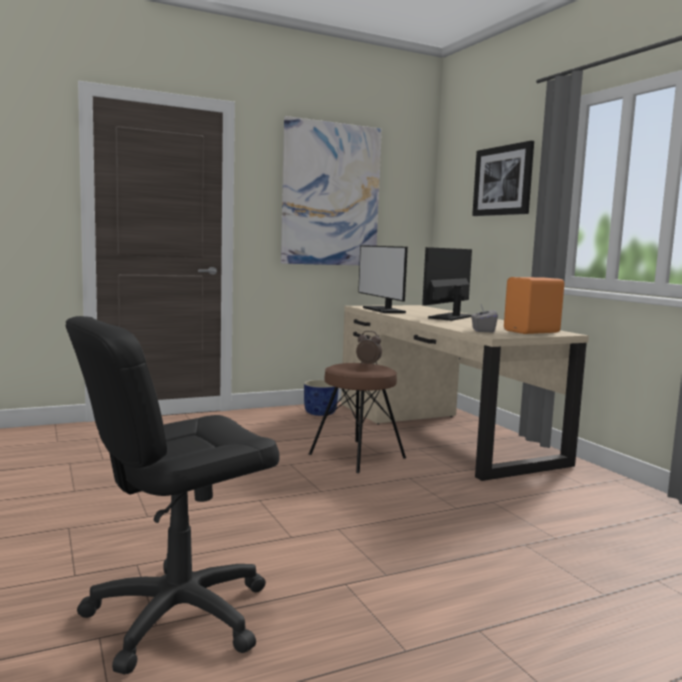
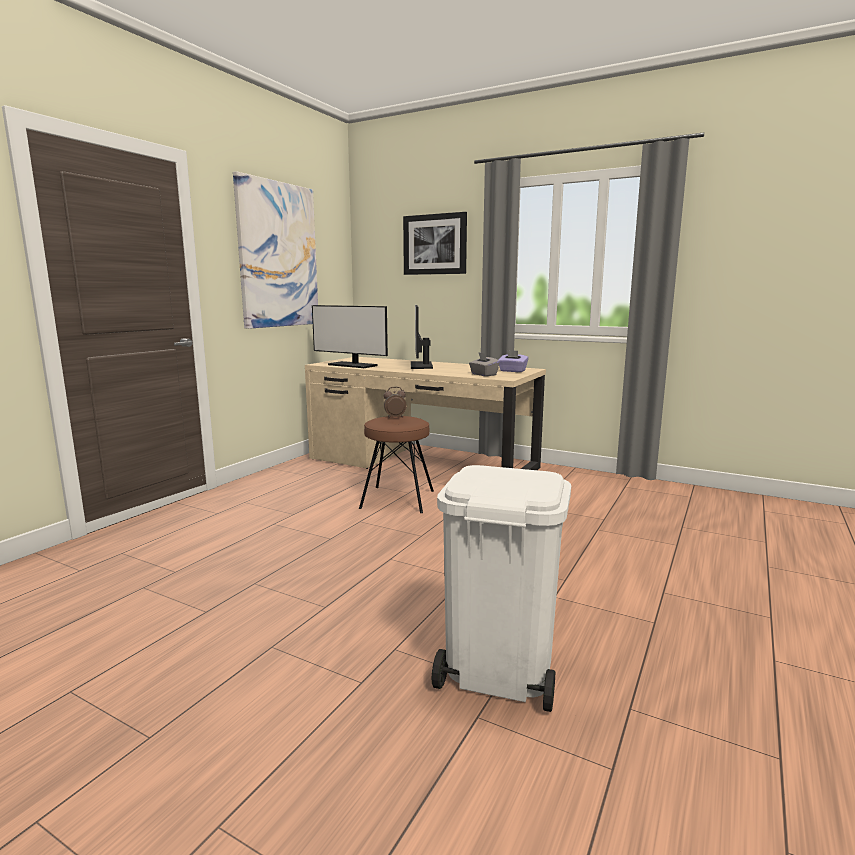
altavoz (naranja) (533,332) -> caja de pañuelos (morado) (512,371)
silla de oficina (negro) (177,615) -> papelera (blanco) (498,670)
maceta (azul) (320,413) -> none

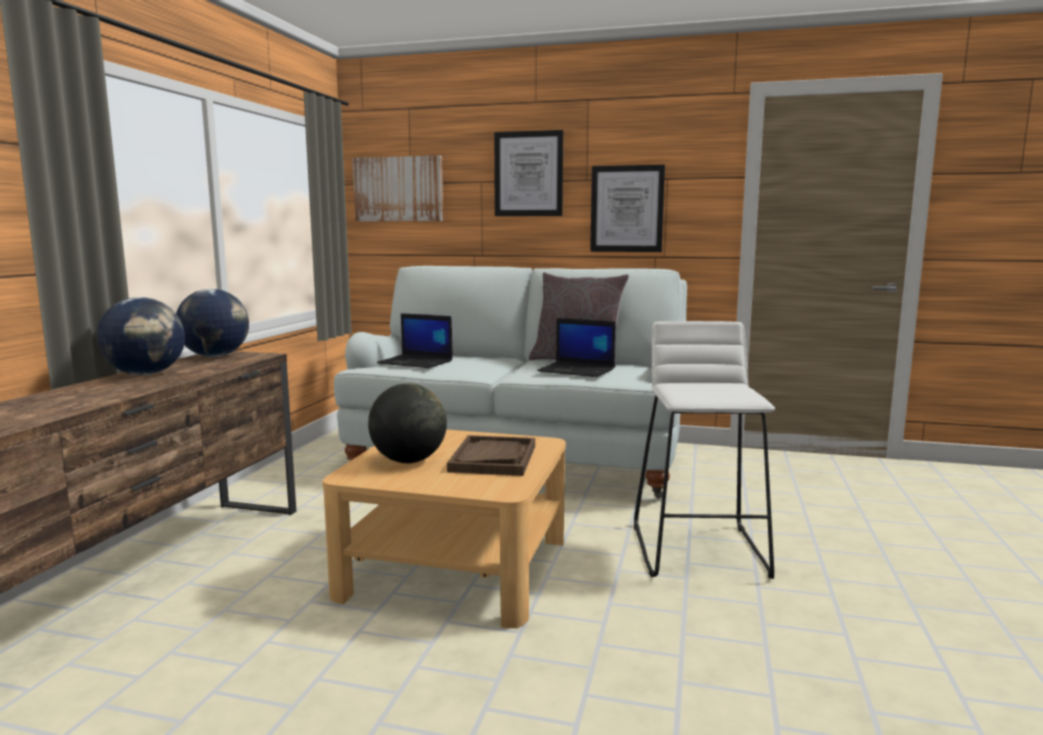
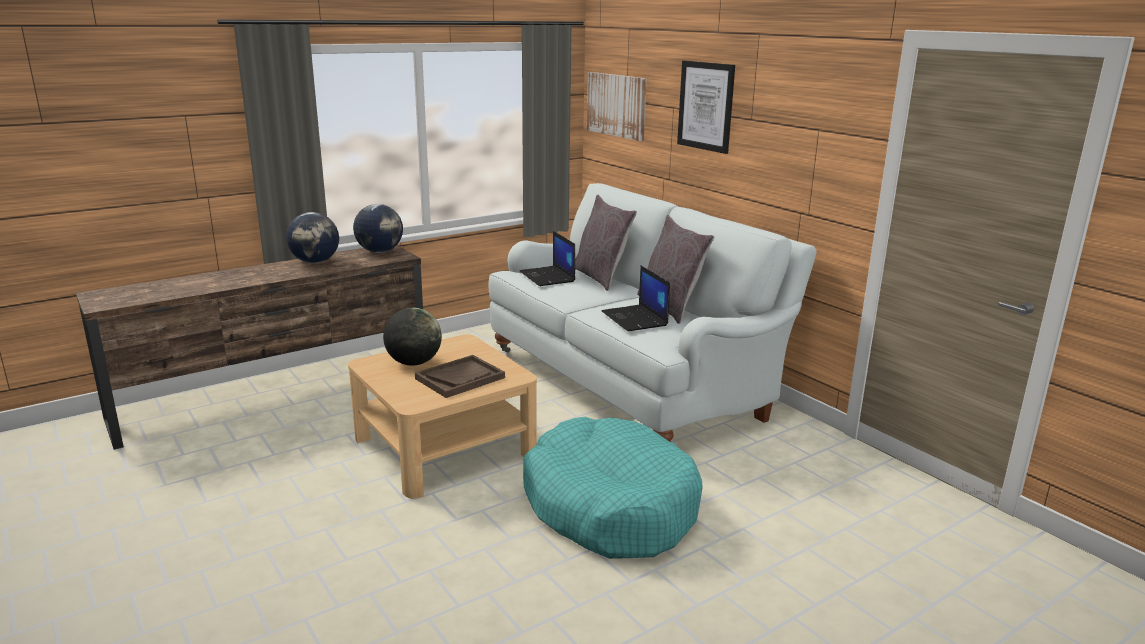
cuadro (627,209) -> none
taburete (blanco) (700,550) -> cama para perro (turquesa) (610,506)
none -> cojín (gris) (601,277)

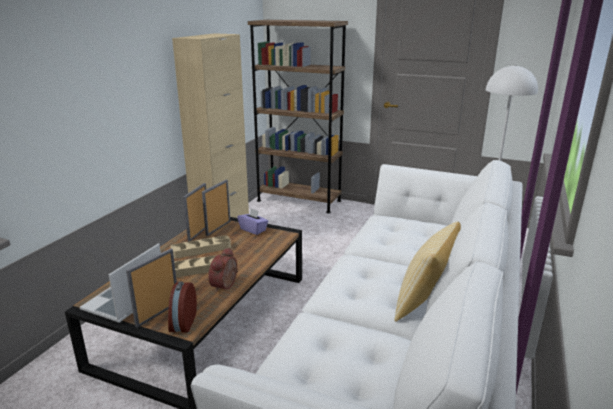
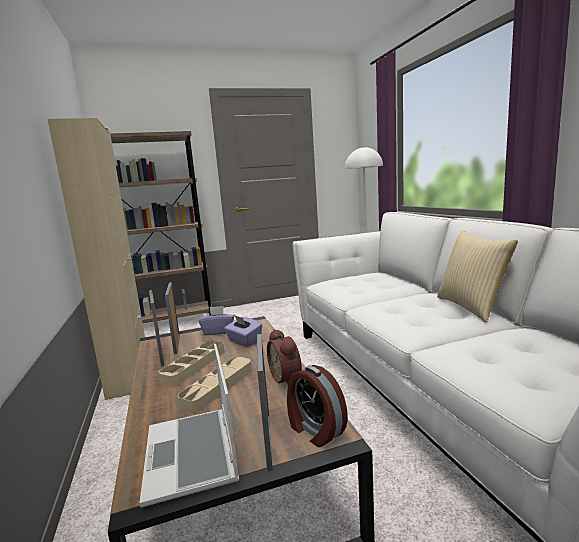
none -> caja de pañuelos (morado) (244,341)

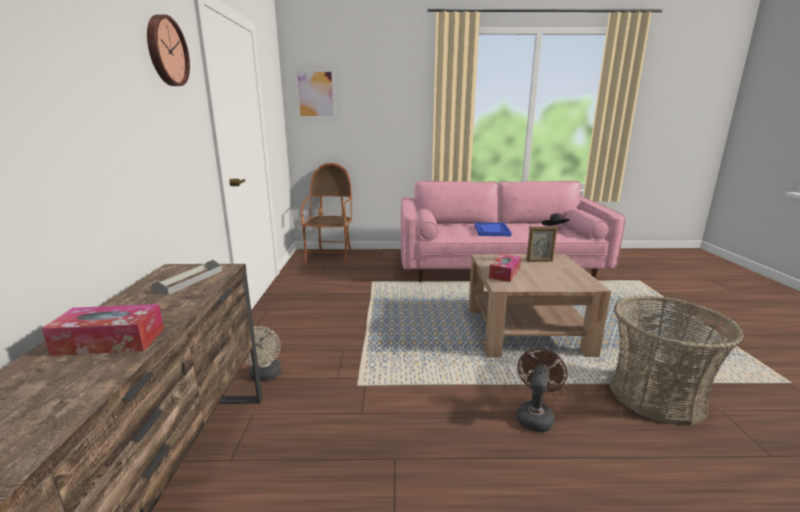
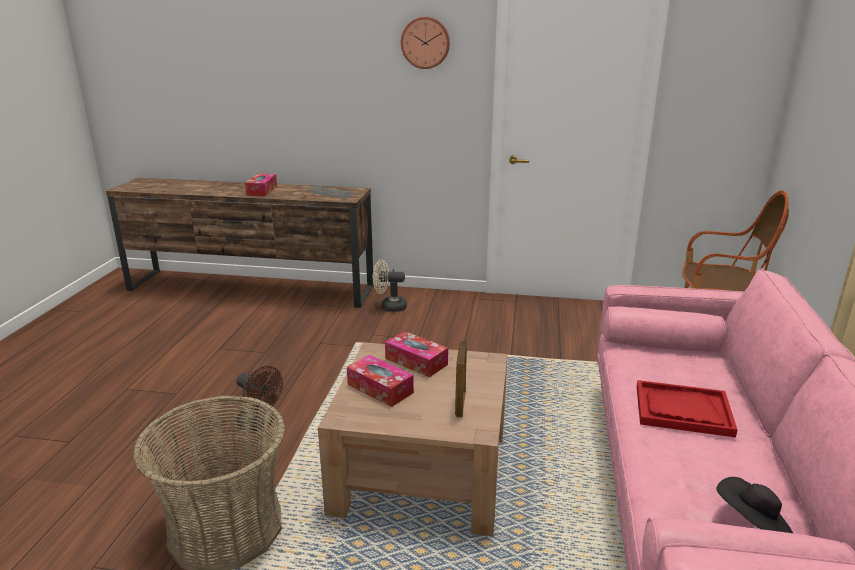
cuadro (315,94) -> none
bandeja (azul) (492,230) -> bandeja (rojo) (682,410)
none -> caja de pañuelos (380,388)

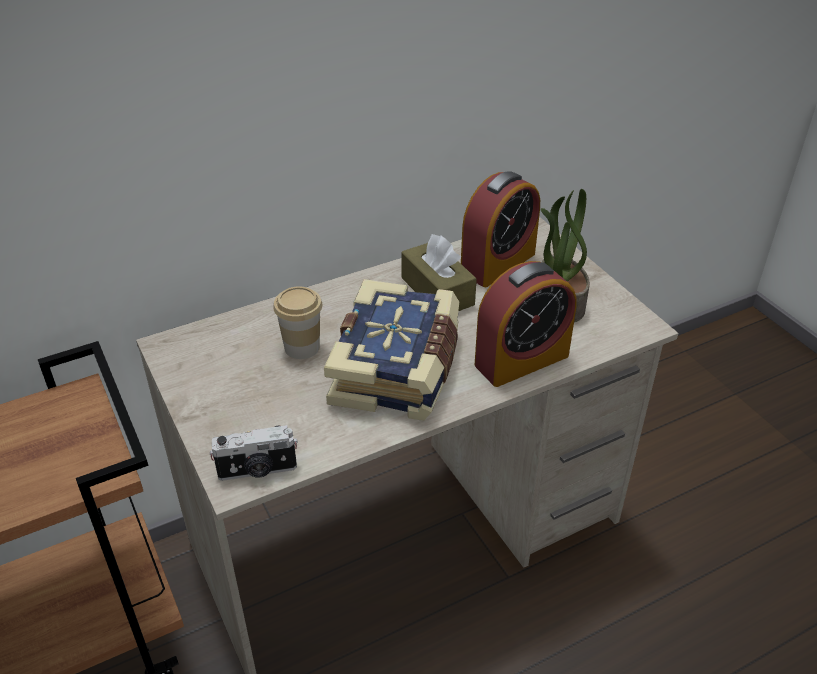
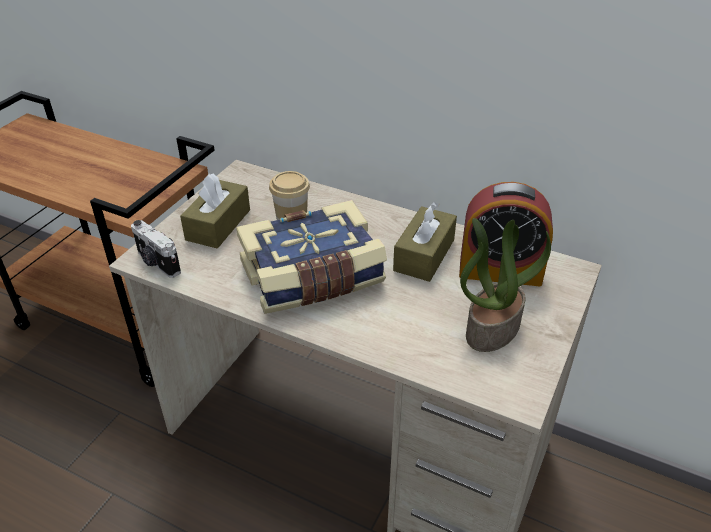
despertador (521,360) -> none
none -> caja de pañuelos (marrón) (218,225)

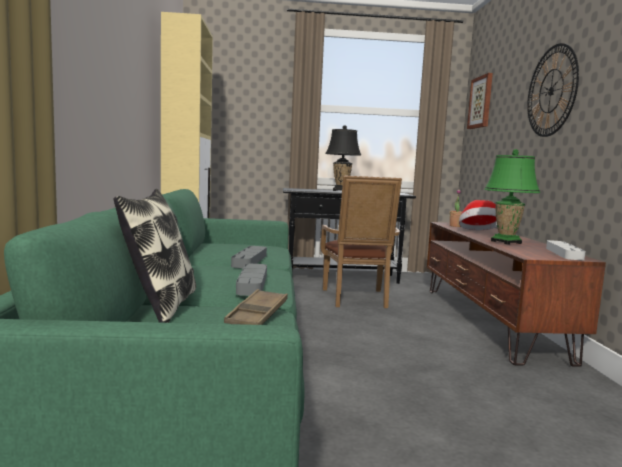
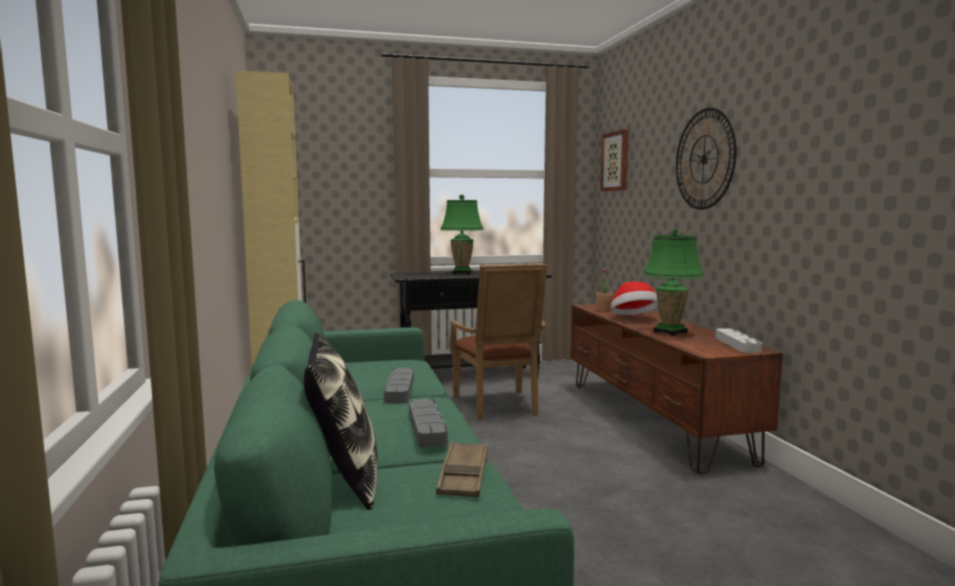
lámpara de mesa (negro) (341,190) -> lámpara de mesa (verde) (461,273)

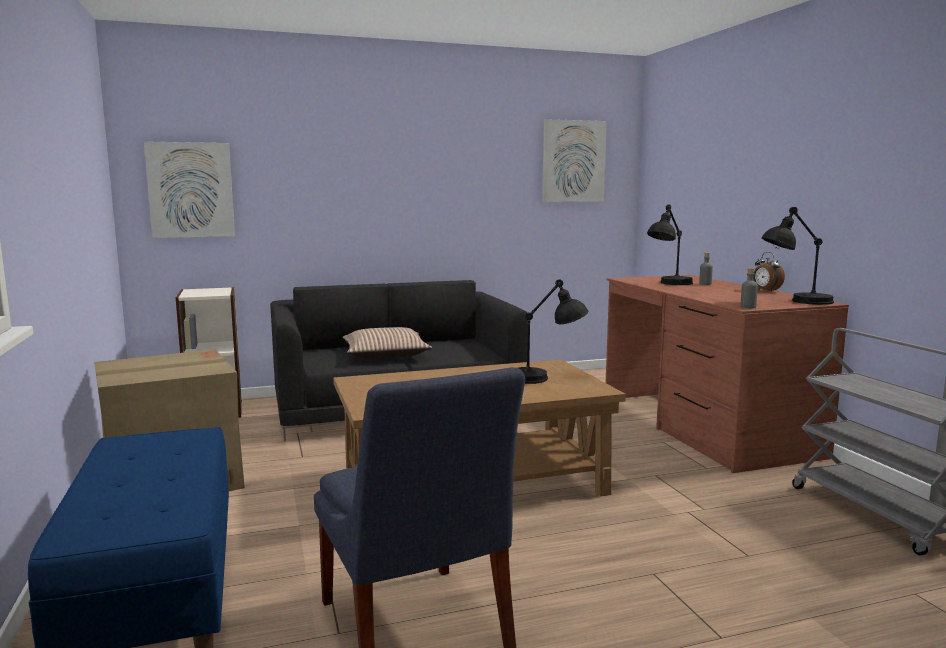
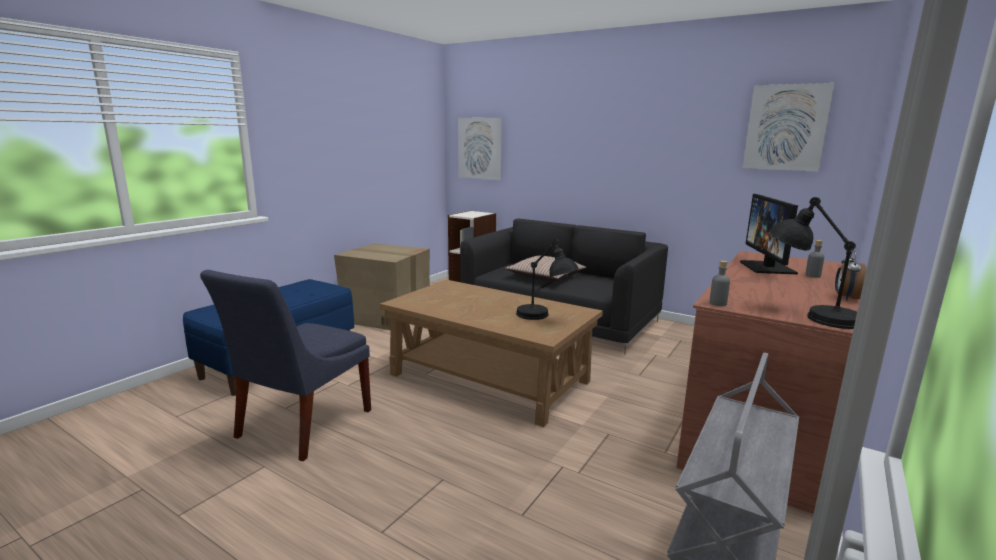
lámpara de mesa (negro) (669,284) -> monitor (767,268)

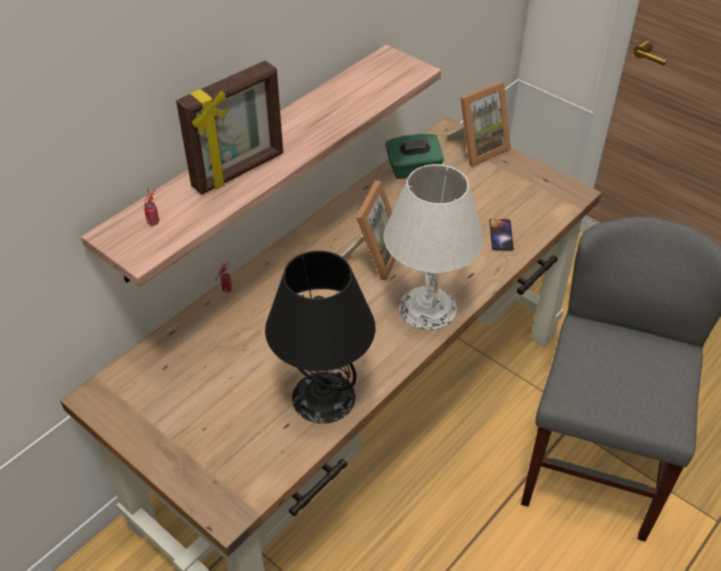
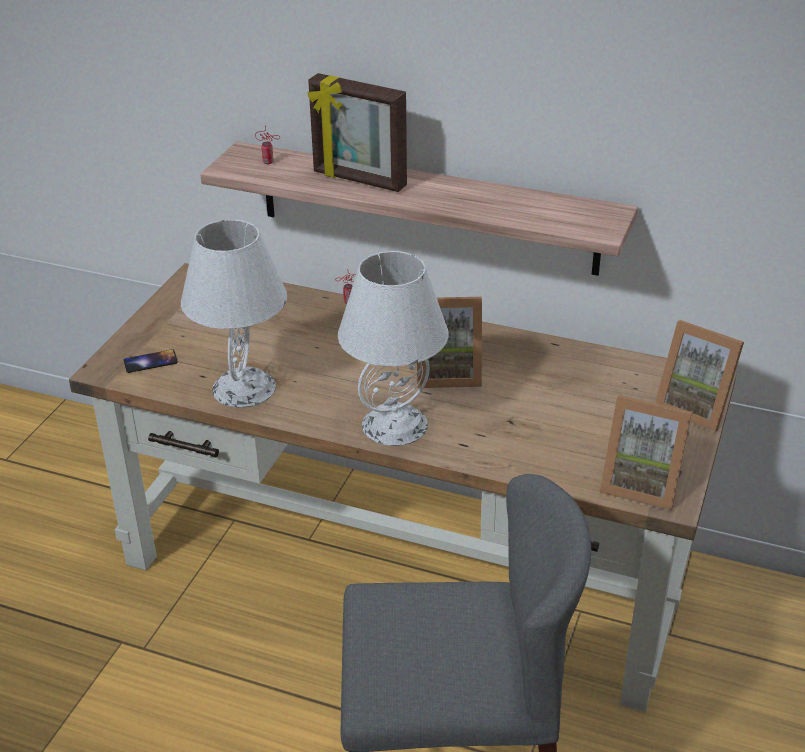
caja de pañuelos (verde) (413,169) -> none
móvil (501,235) -> móvil (150,361), shifted
lámpara de mesa (negro) (322,397) -> lámpara de mesa (blanco) (243,387)
none -> portarretratos (641,484)

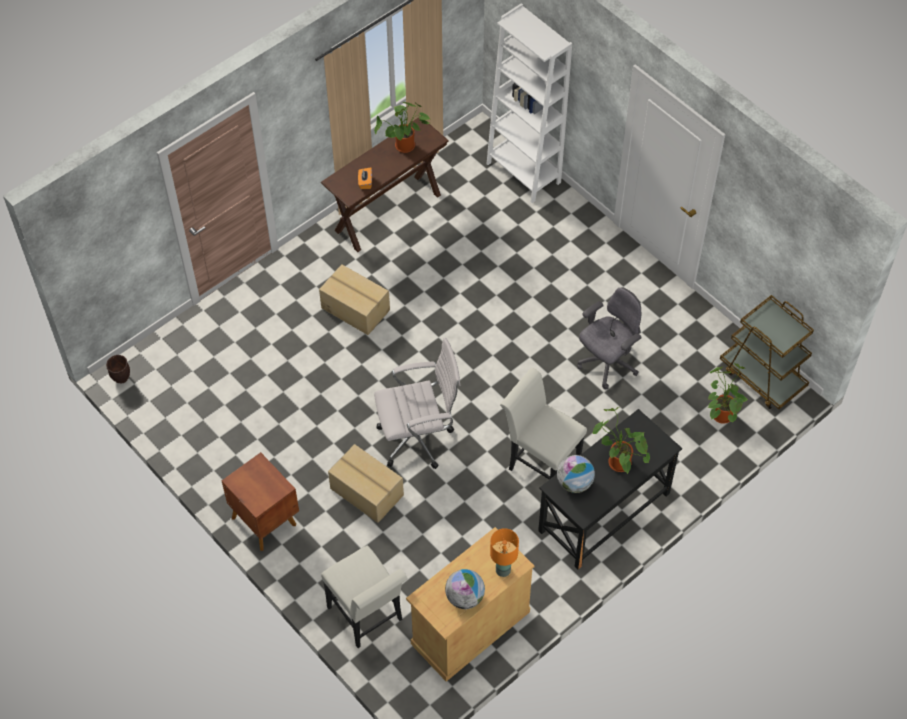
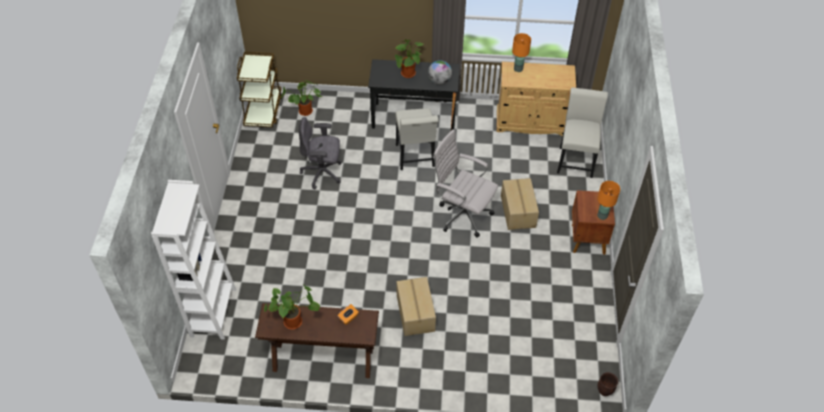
globo terráqueo (465,597) -> none
none -> lámpara de mesa (naranja) (602,215)

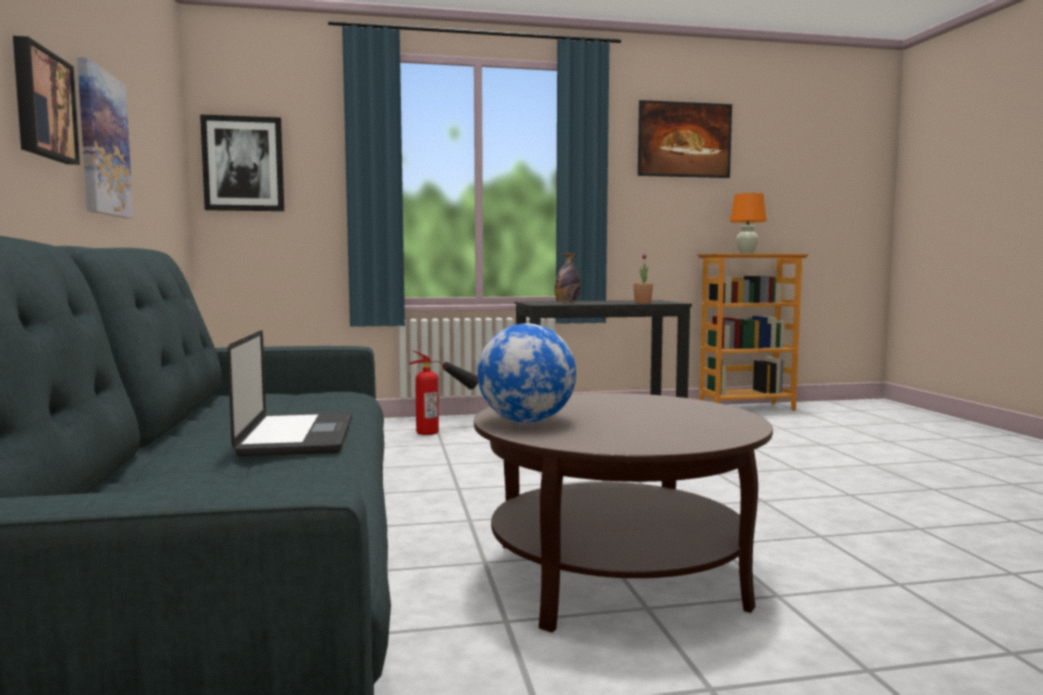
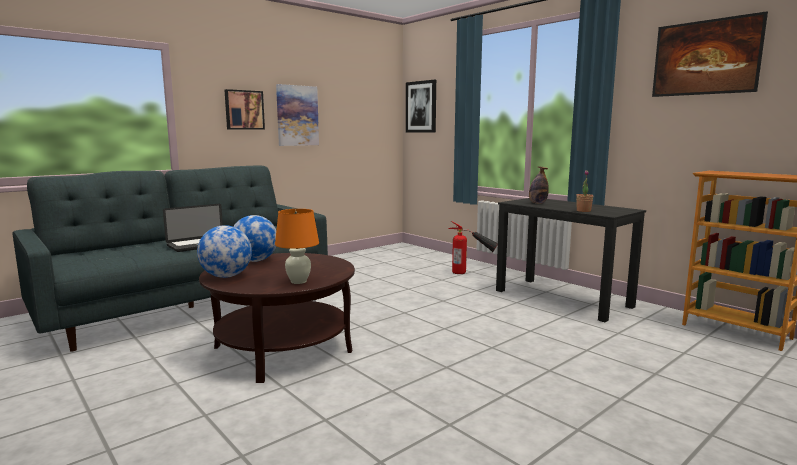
lámpara de mesa (naranja) (746,254) -> lámpara de mesa (naranja) (299,281), shifted
none -> globo terráqueo (226,276)

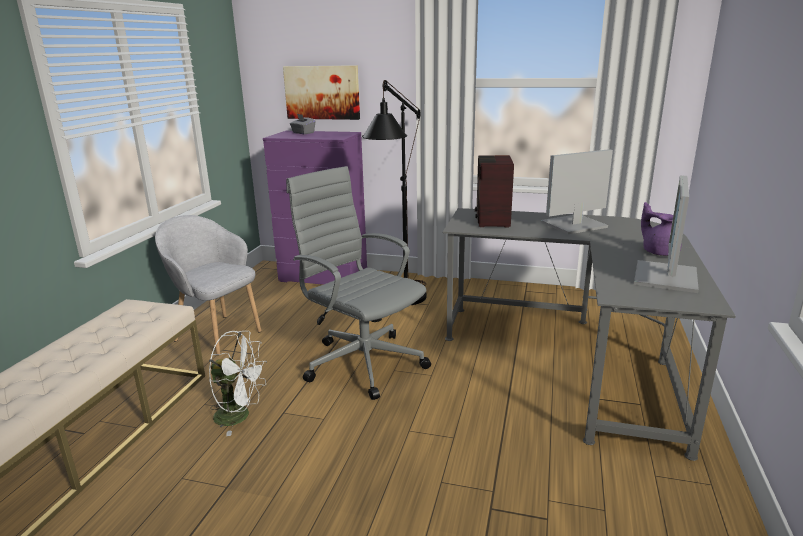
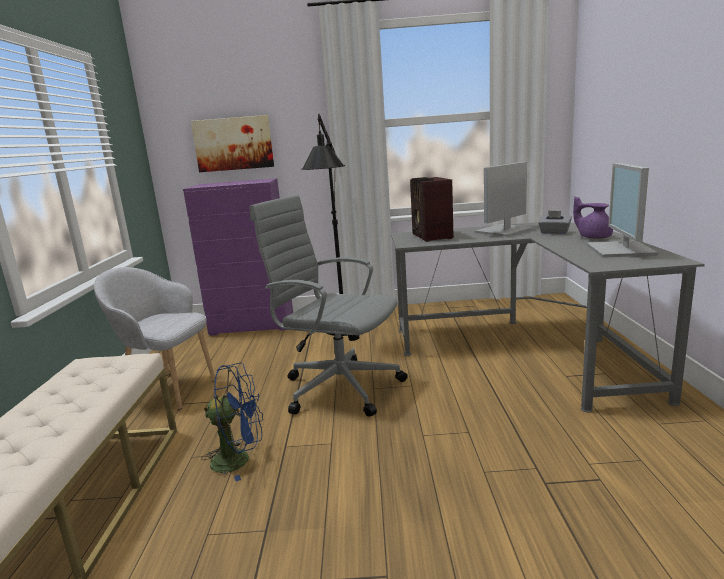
caja de pañuelos (gris) (303,133) -> caja de pañuelos (gris) (554,232), shifted
ventilador (blanco) (240,416) -> ventilador (azul) (239,459)

